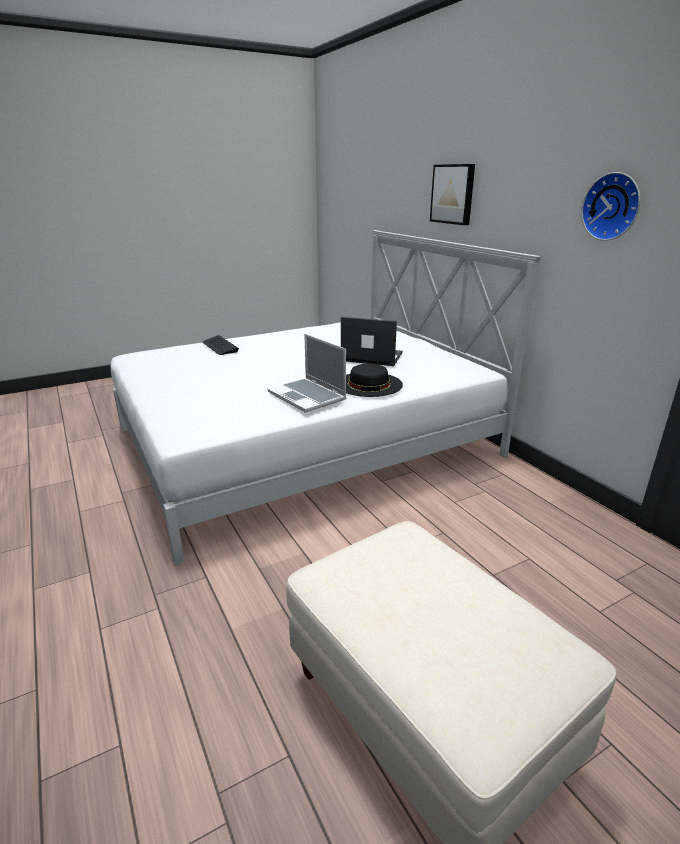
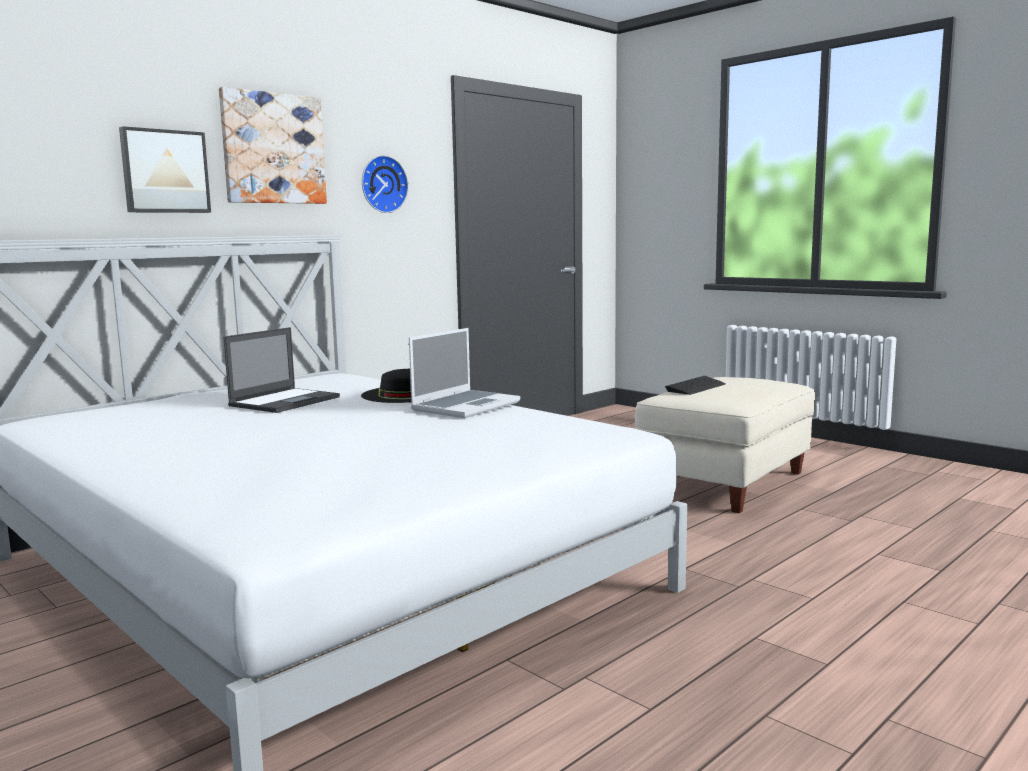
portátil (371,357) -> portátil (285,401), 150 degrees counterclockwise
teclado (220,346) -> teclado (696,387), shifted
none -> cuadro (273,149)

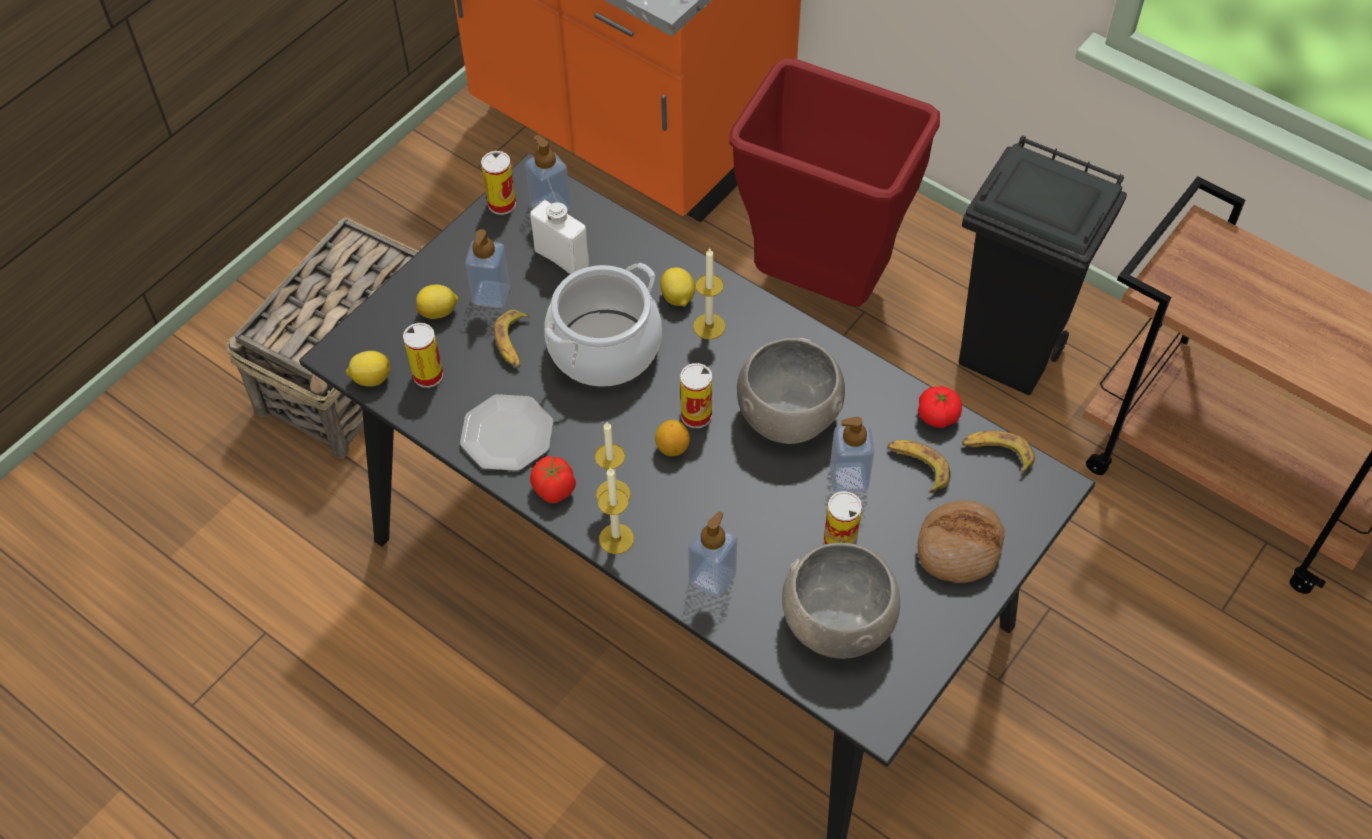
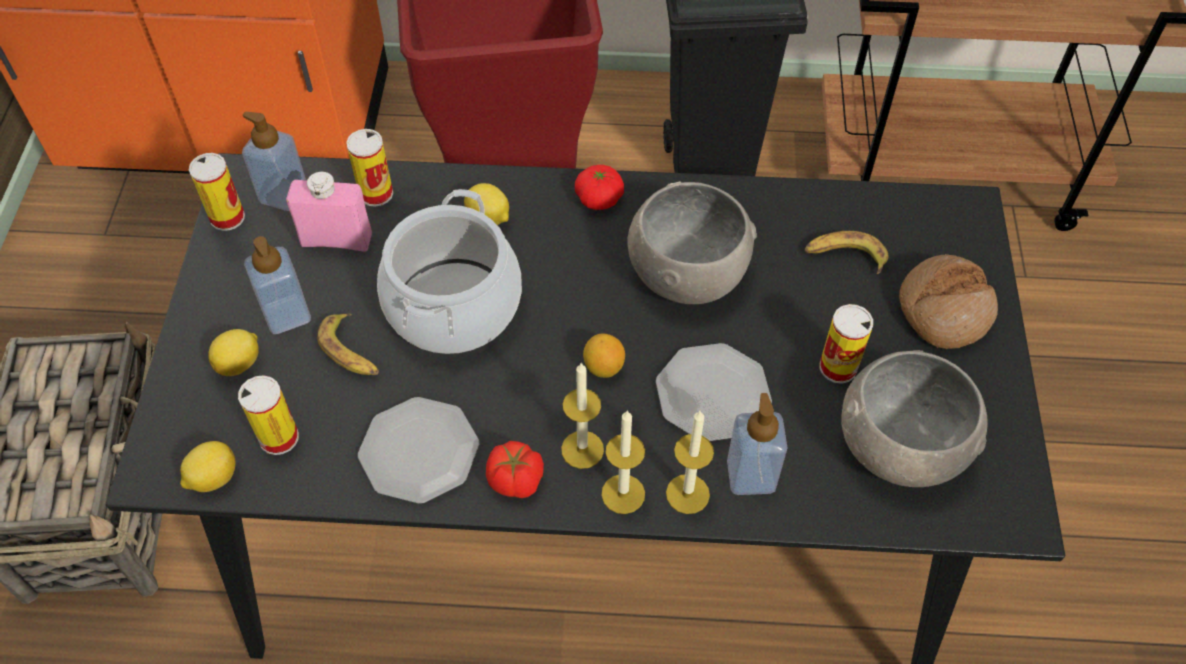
botella (blanco) (562,258) -> botella (rosa) (336,239)
vela (709,326) -> vela (687,494), shifted
lata (696,415) -> lata (376,193), shifted
tomate (937,416) -> tomate (599,199), shifted
dispensador de jabón (849,478) -> none
plátano (997,454) -> none
none -> plato (713,394)

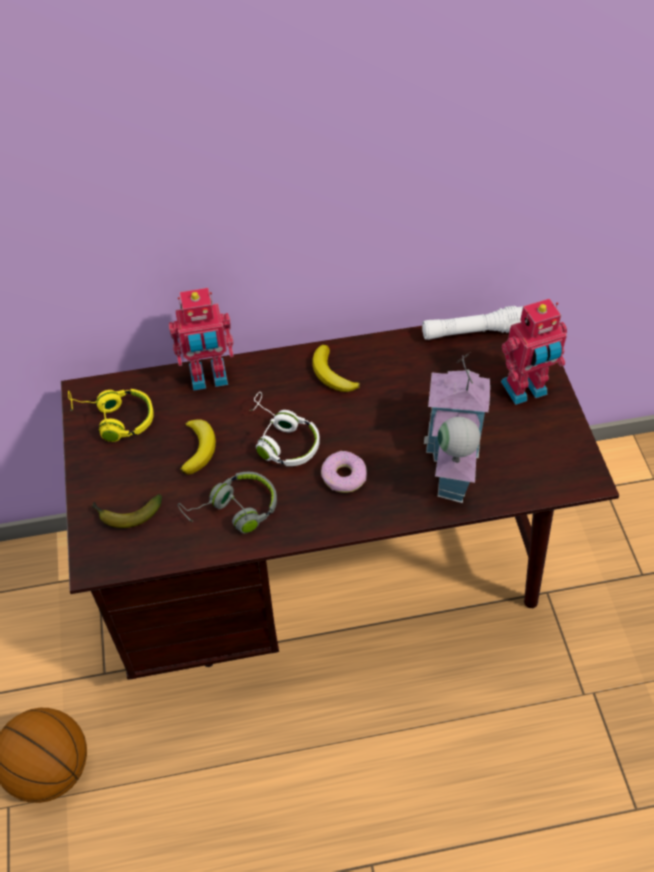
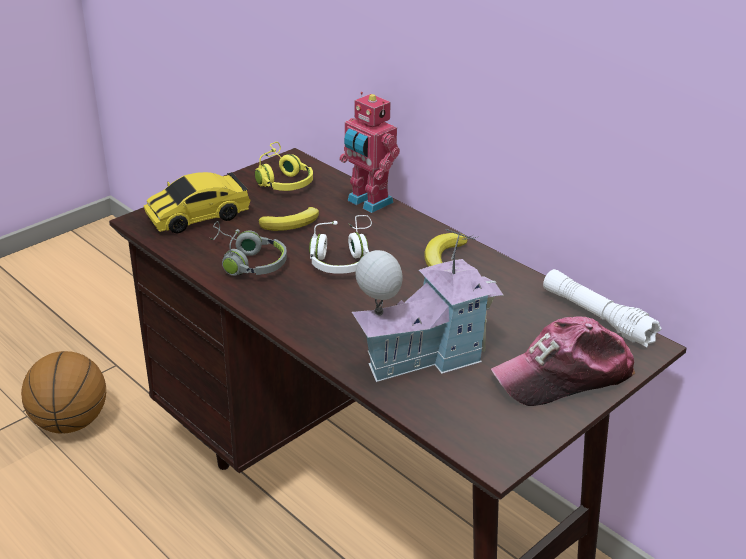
robot de juguete (525,390) -> gorra (564,375)
rosquilla (343,476) -> none
plátano (126,514) -> coche de juguete (198,216)

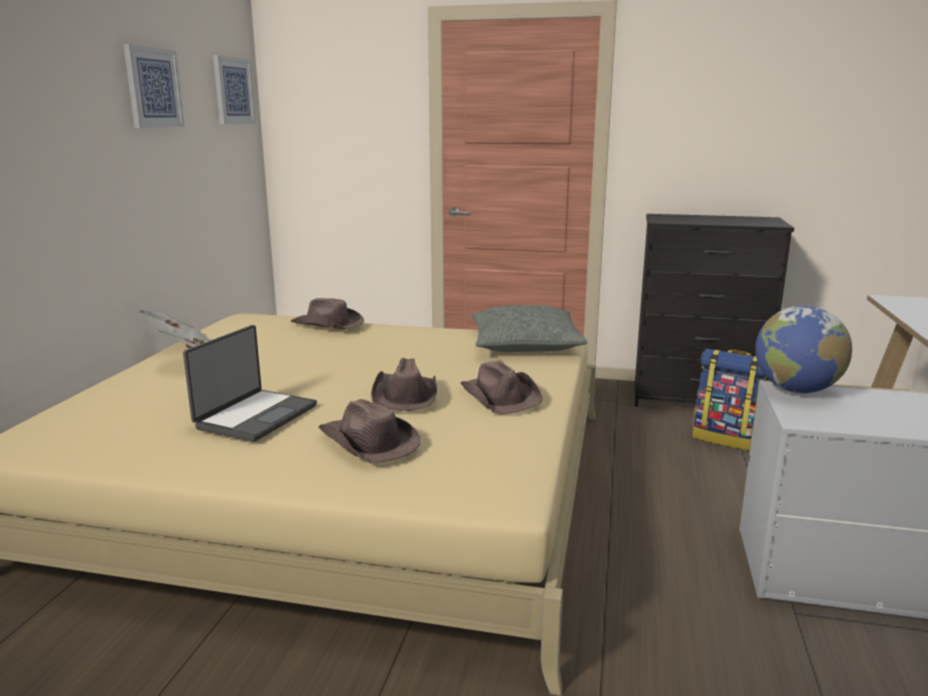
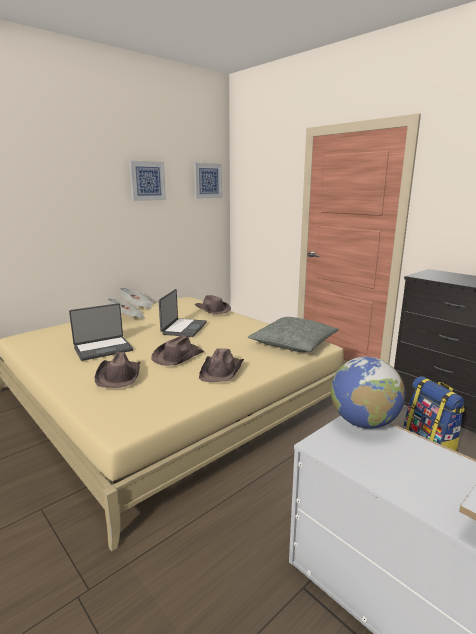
none -> portátil (183,328)

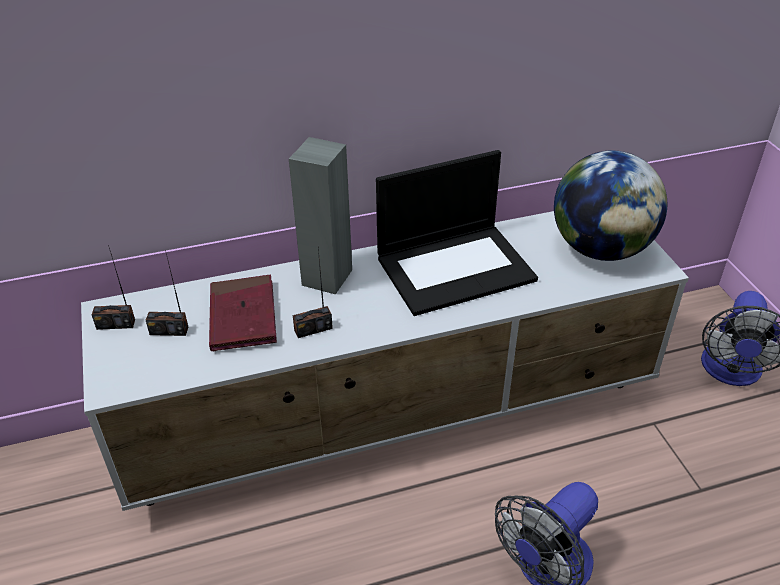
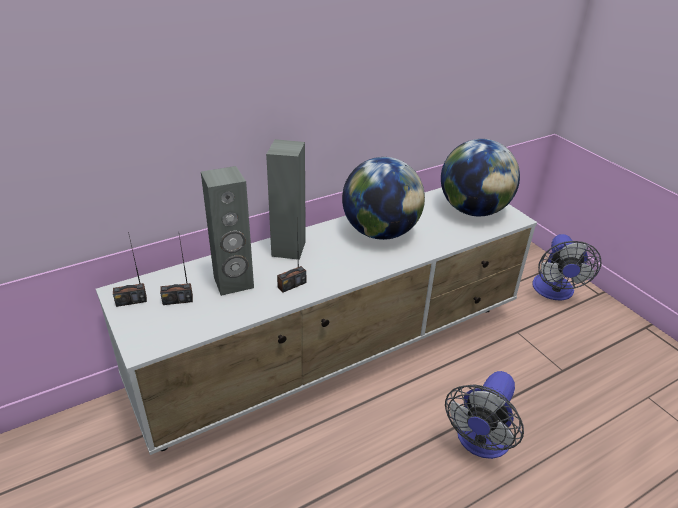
portátil (456,267) -> globo terráqueo (380,232)
libro (rojo) (243,316) -> altavoz (gris) (234,283)

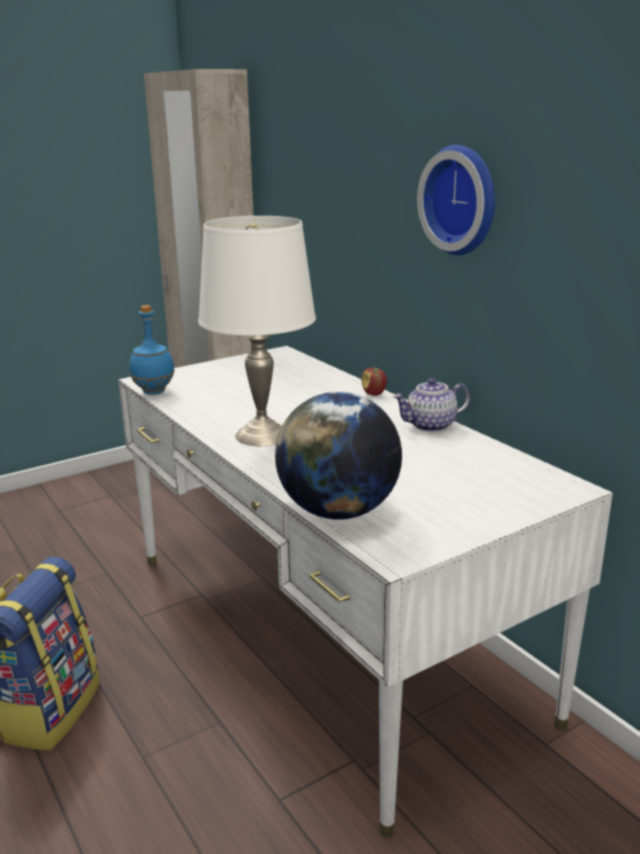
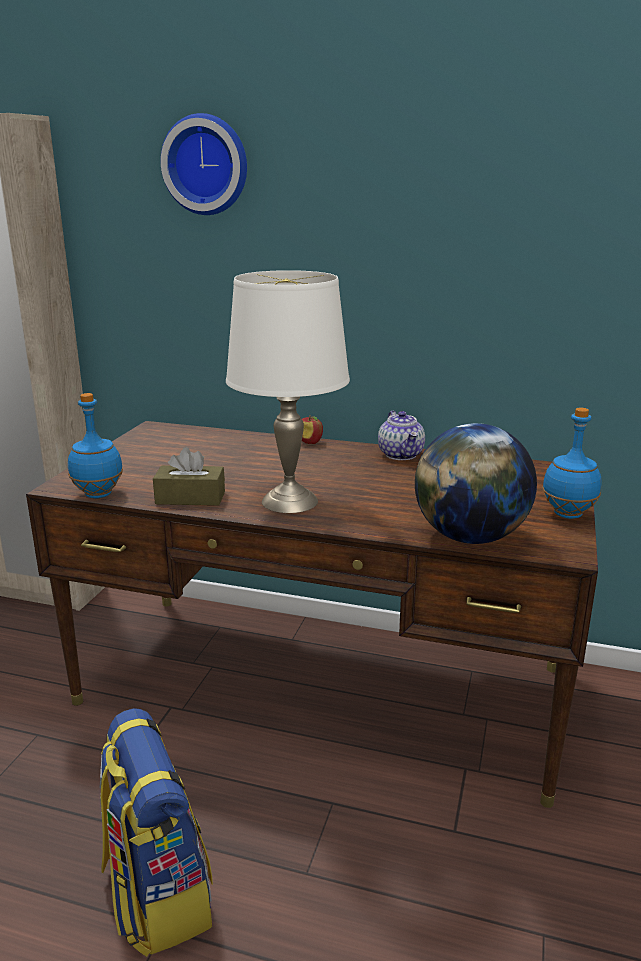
reloj de pared (463,200) -> reloj de pared (207,165), shifted
escritorio (blanco) (325,631) -> escritorio (marrón) (321,685)
tetera (430,425) -> tetera (401,455), 45 degrees counterclockwise
none -> botella (azul) (567,514)
none -> caja de pañuelos (marrón) (190,498)

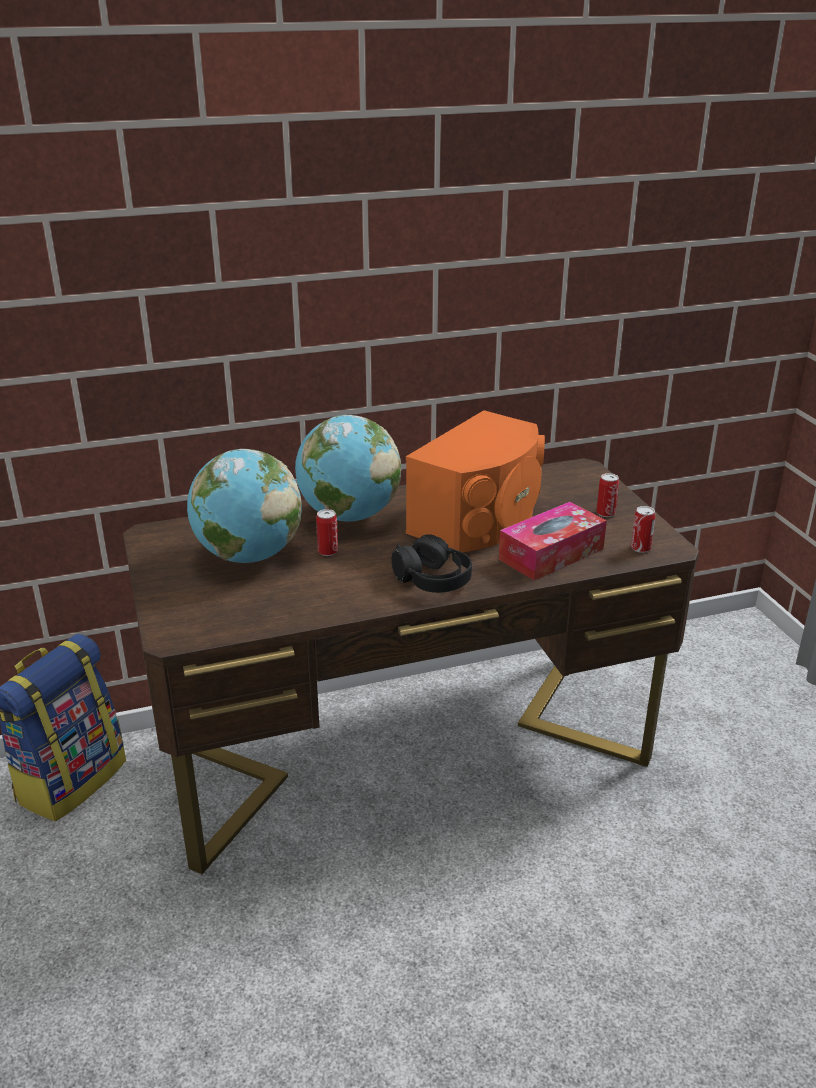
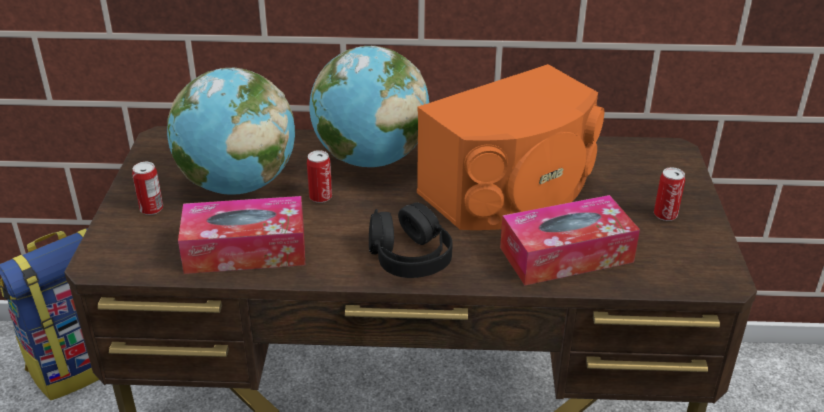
lata (640,548) -> lata (151,209), shifted
none -> caja de pañuelos (245,250)

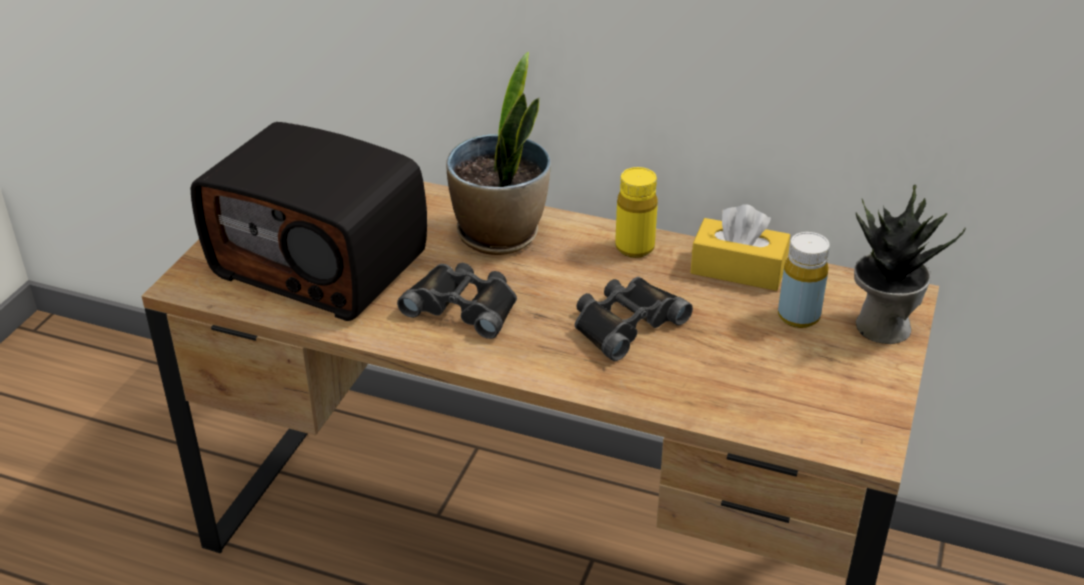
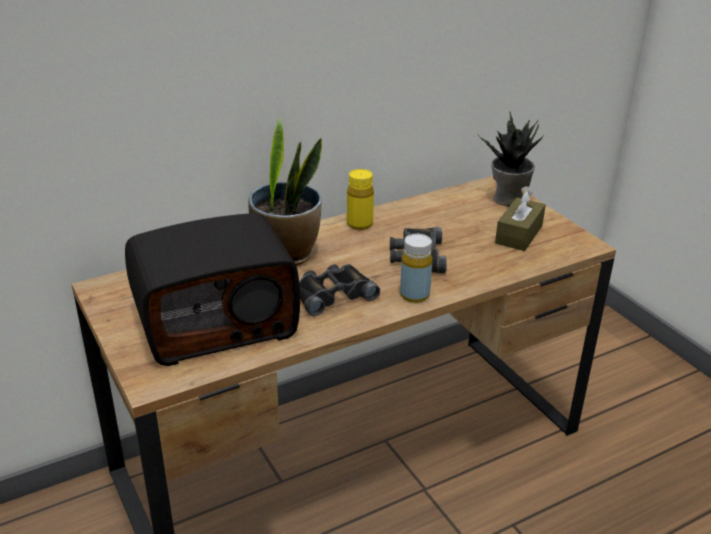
caja de pañuelos (amarillo) (738,269) -> none
botella (amarillo) (798,316) -> botella (amarillo) (414,295), shifted
none -> caja de pañuelos (marrón) (519,234)

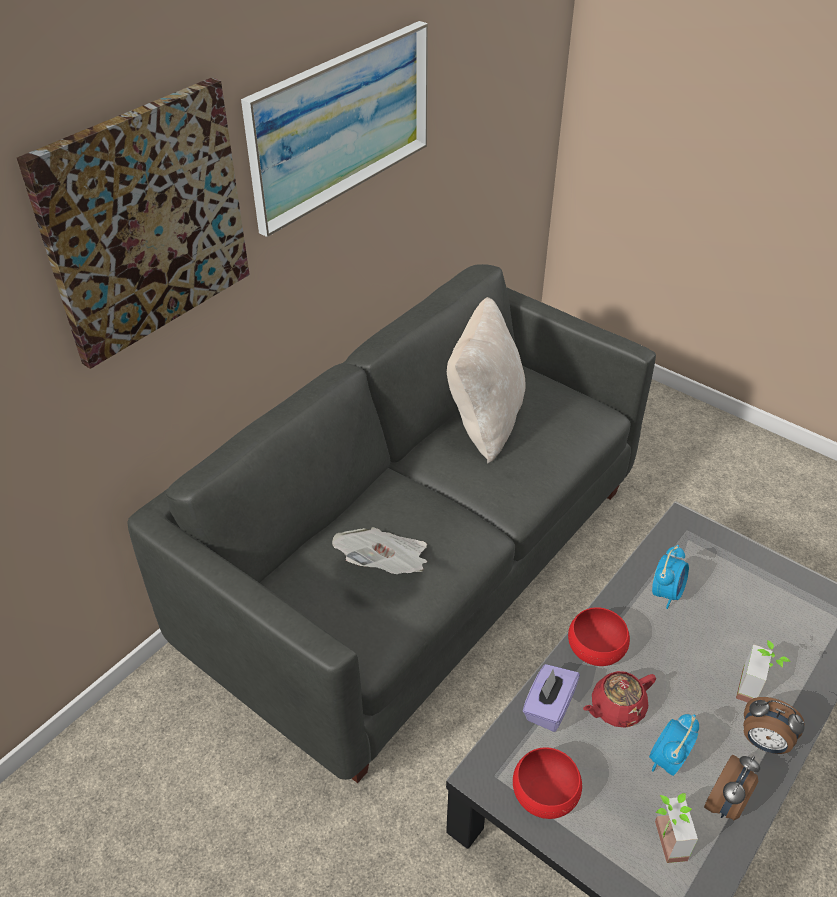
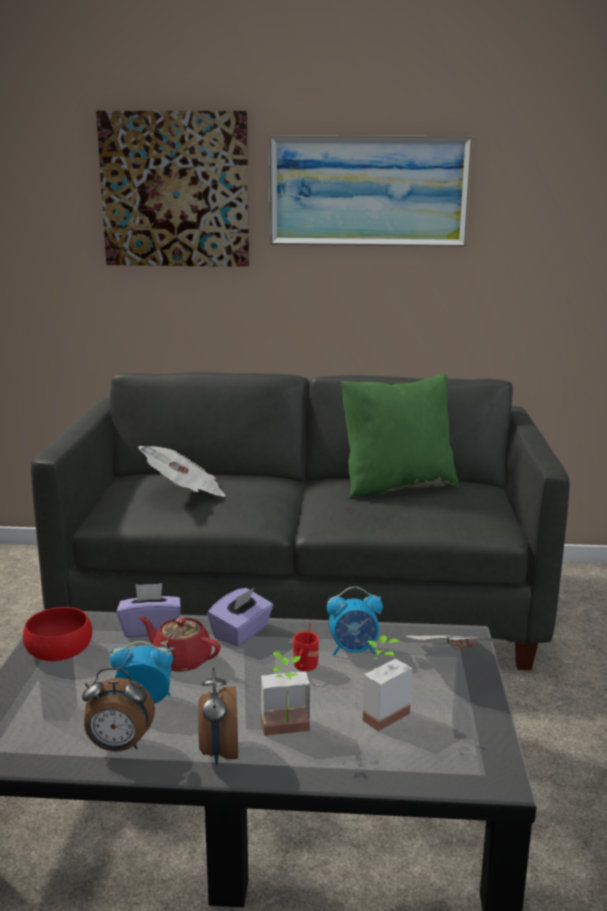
cojín (beis) (484,420) -> cojín (verde) (397,486)
cuenco (rojo) (596,647) -> caja de pañuelos (morado) (241,633)
planta en maceta (662,841) -> planta en maceta (379,712), shifted
none -> taza grande (rojo) (304,669)
none -> periódico (455,664)

